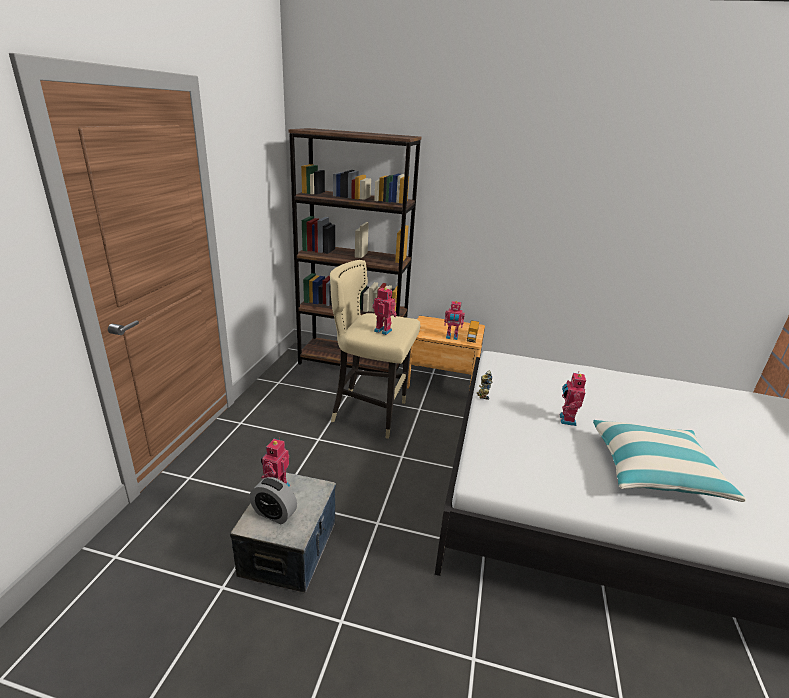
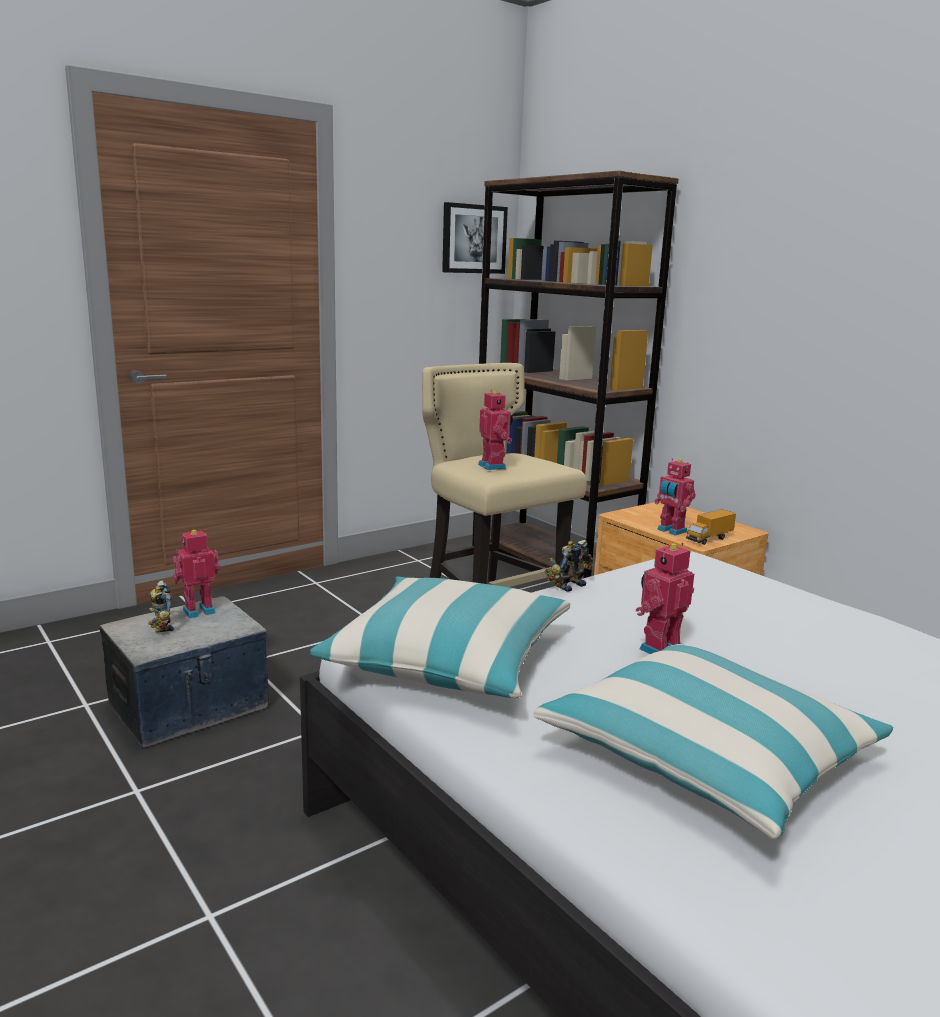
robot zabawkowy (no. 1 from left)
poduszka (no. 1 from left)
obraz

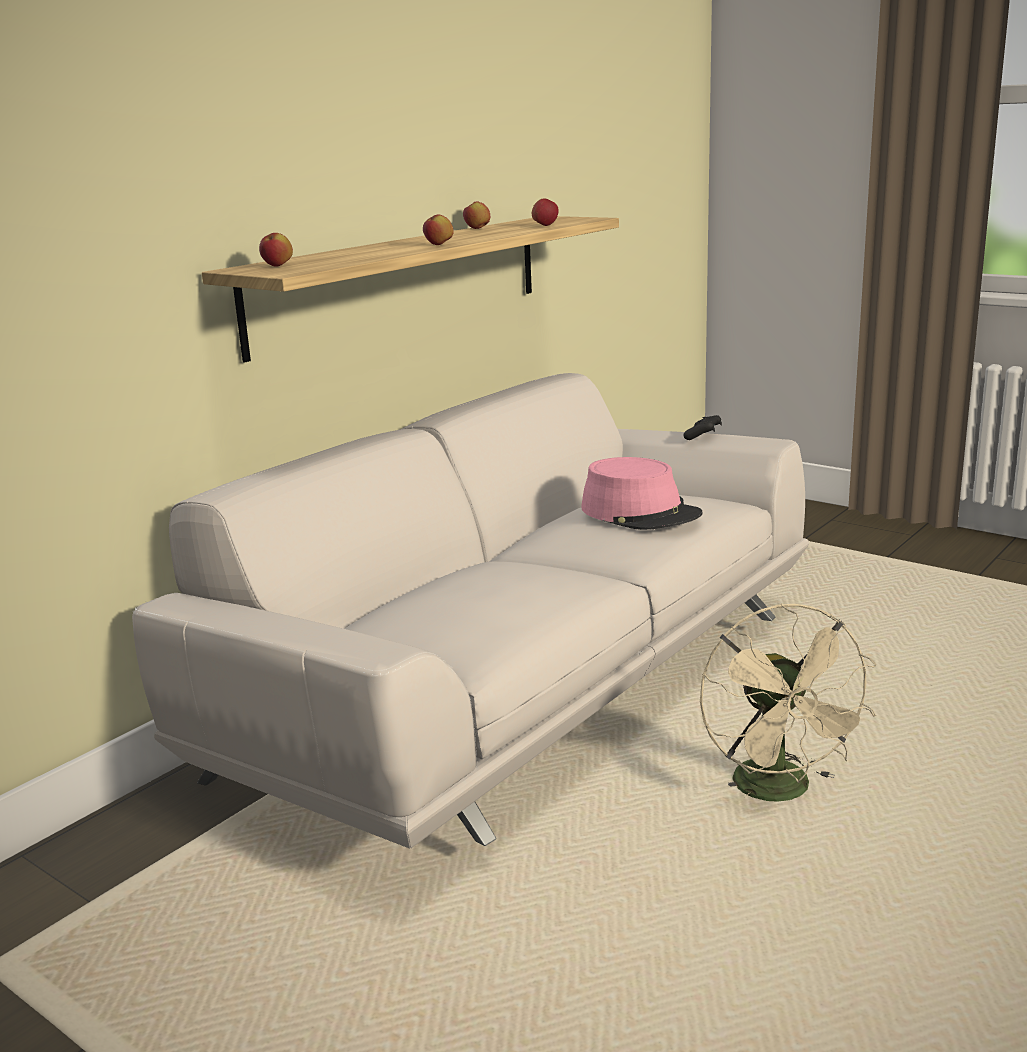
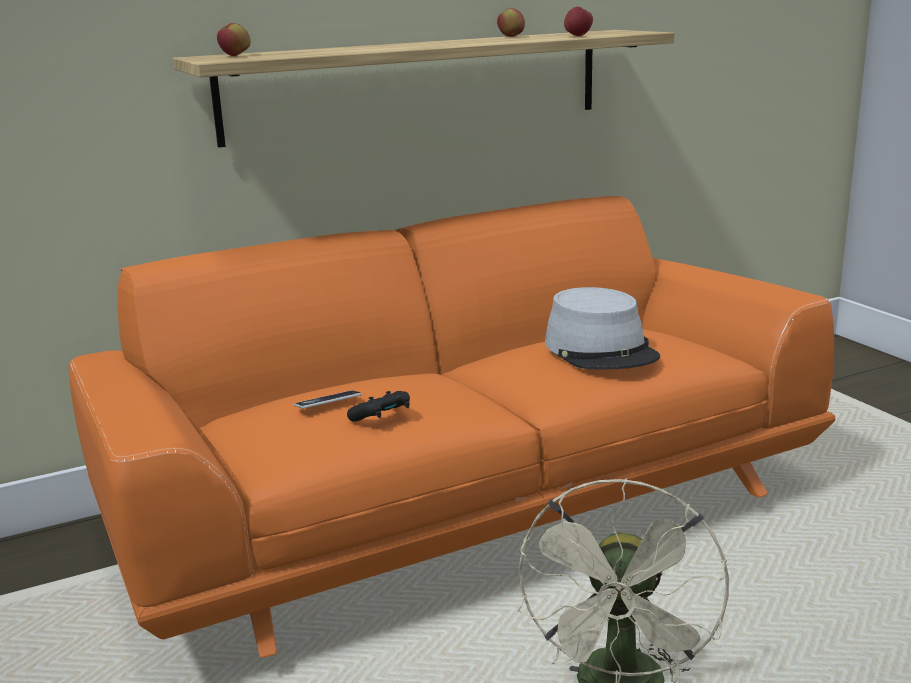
kanapa [pomarańczowy]
telefon
pad do gier [czarny]
kapelusz [szary]
jabłko (no. 2 from left in the first image)

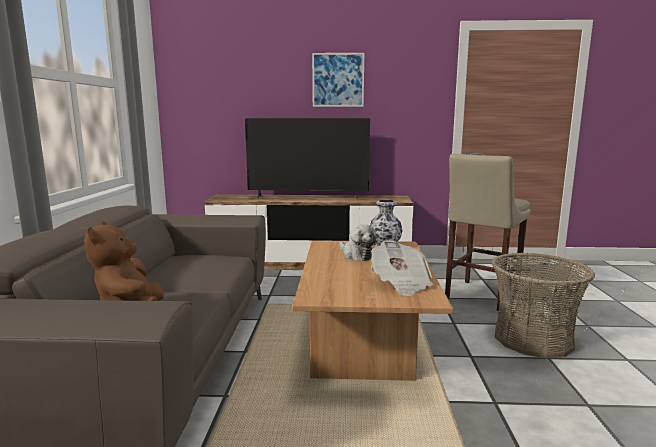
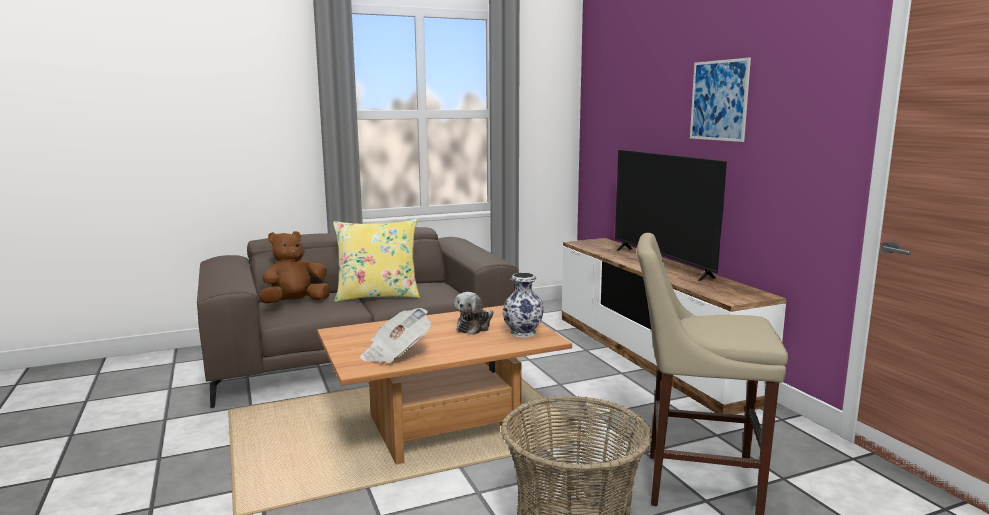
poduszka [żółty]

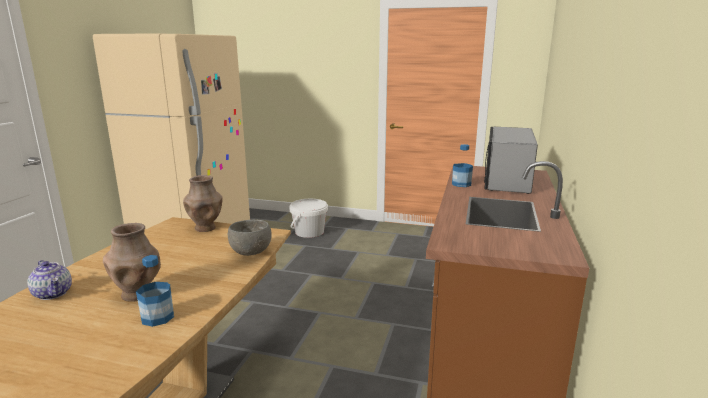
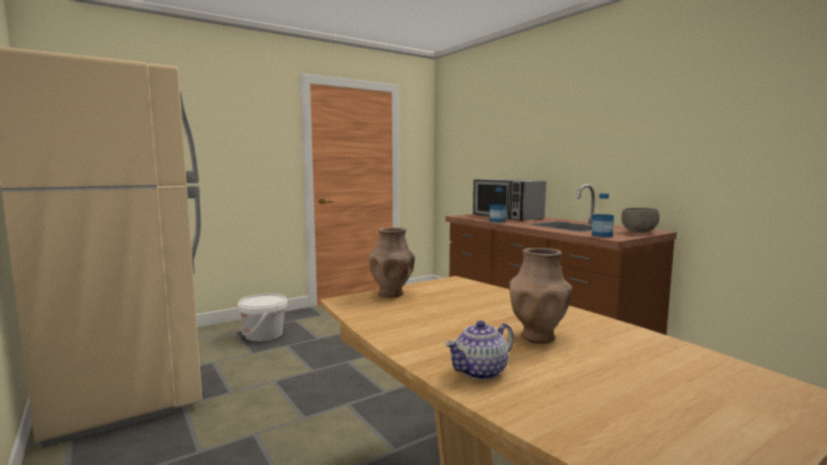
imbryk
butelka (no. 2 from left)
miska [szary]

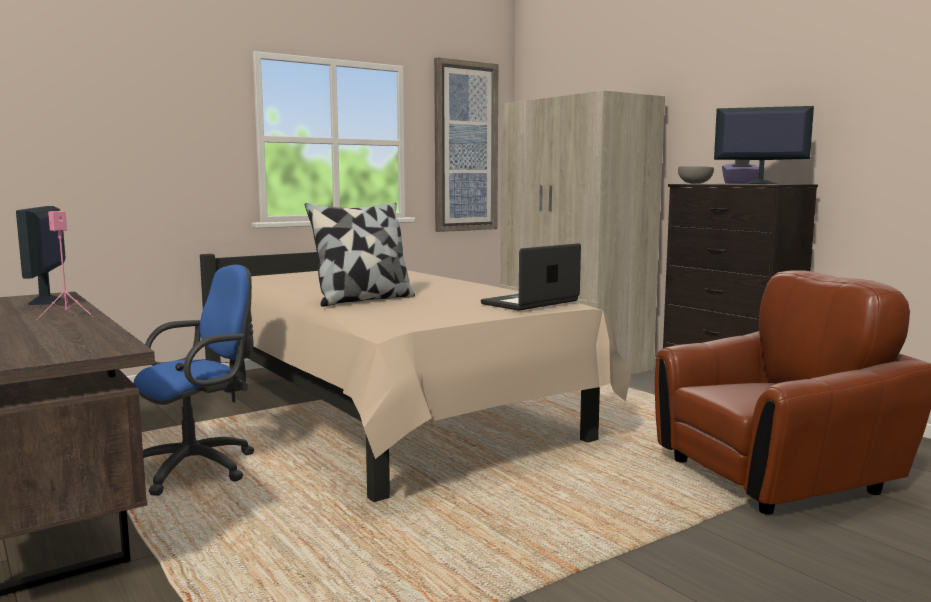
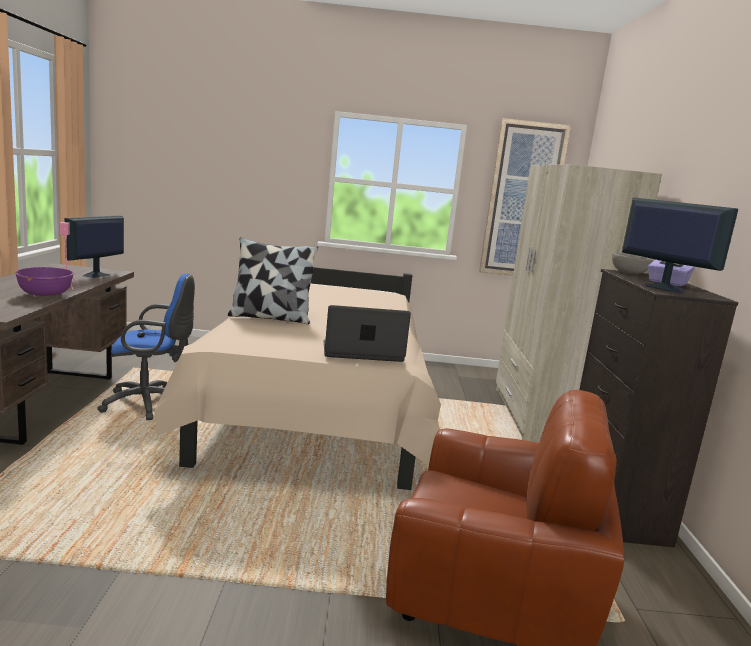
miska [fioletowy]

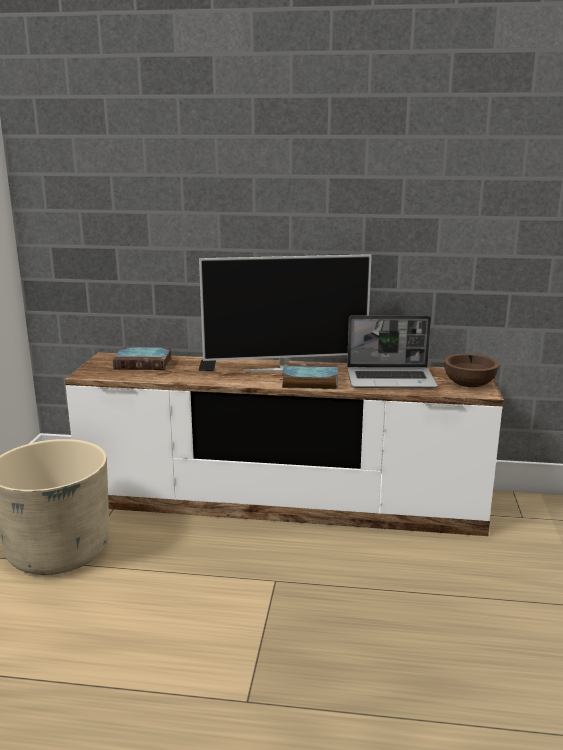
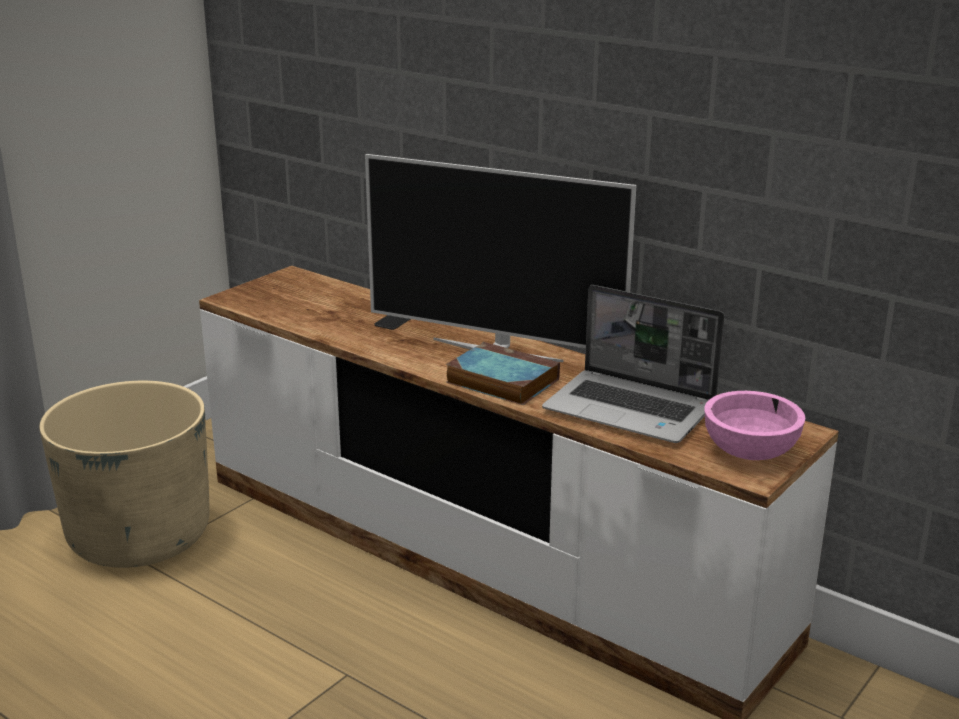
miska [różowy]
książka (no. 1 from left in the first image)

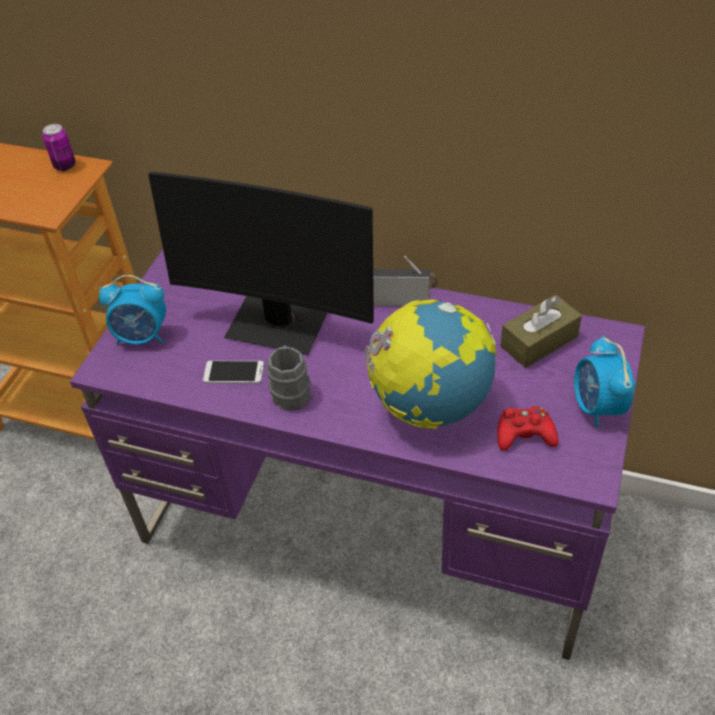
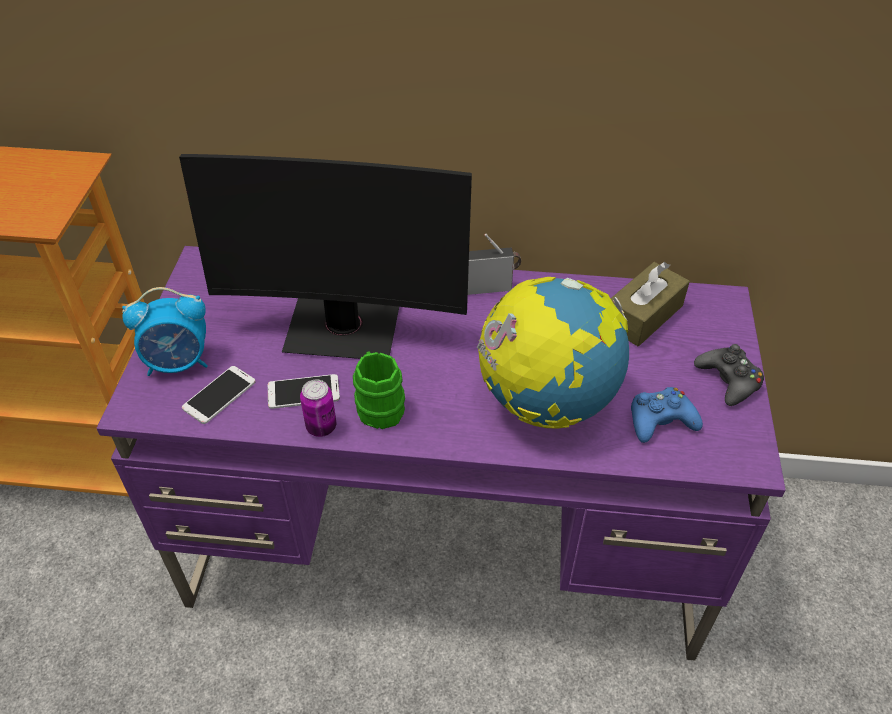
telefon (no. 1 from left)
puszka
kubek [zielony]
pad do gier [niebieski]
pad do gier [czarny]

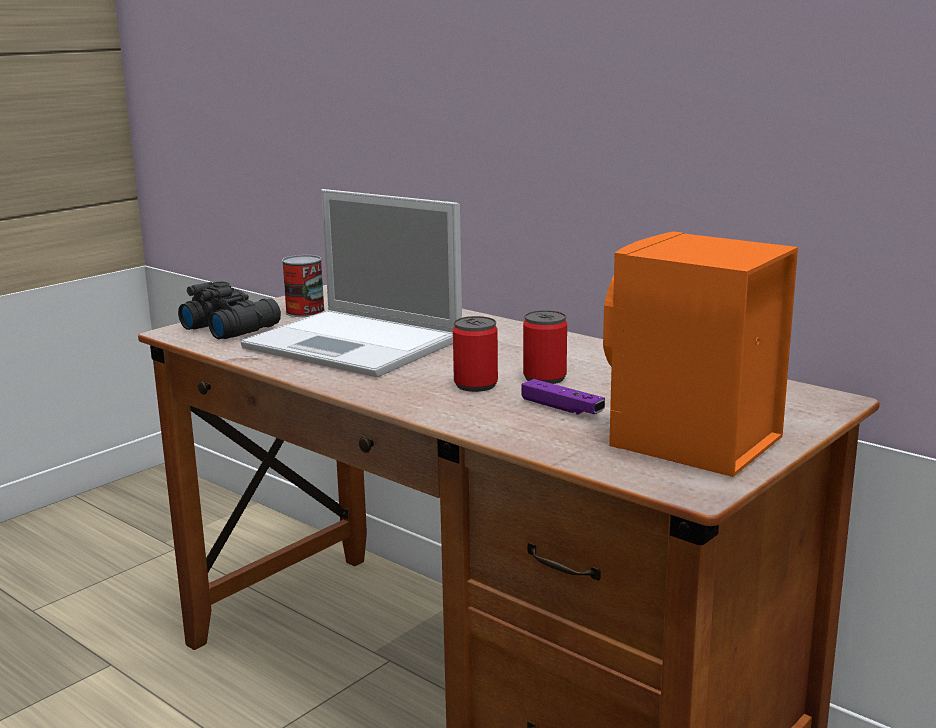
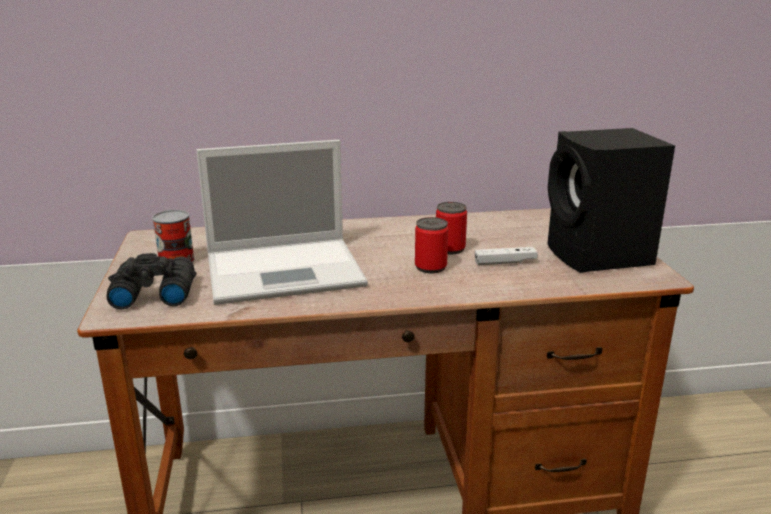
pad do gier [biały]
głośnik [czarny]

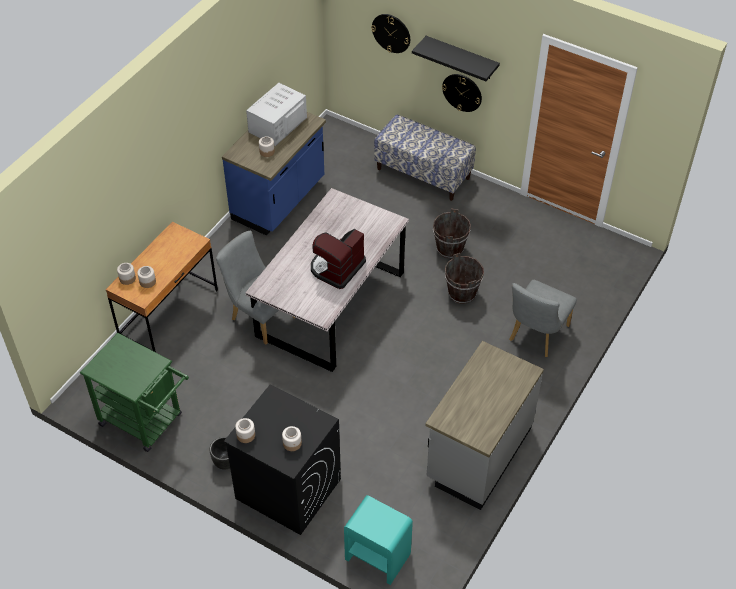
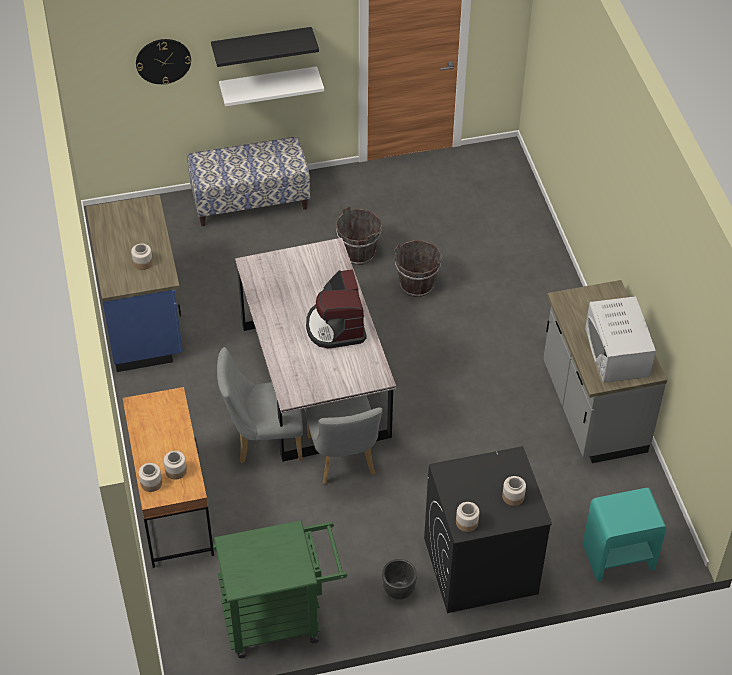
półka [biały]
krzesło [szary] (no. 2 from left)
mikrofalówka [biały]

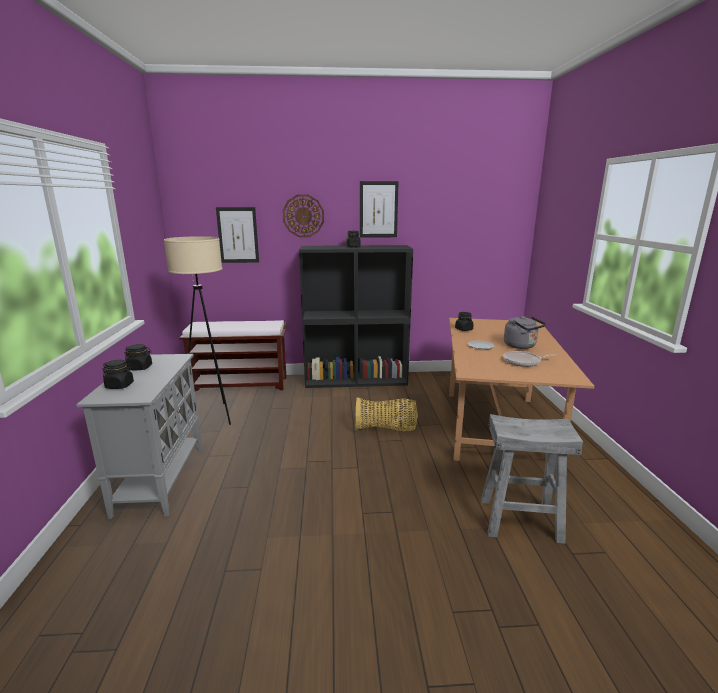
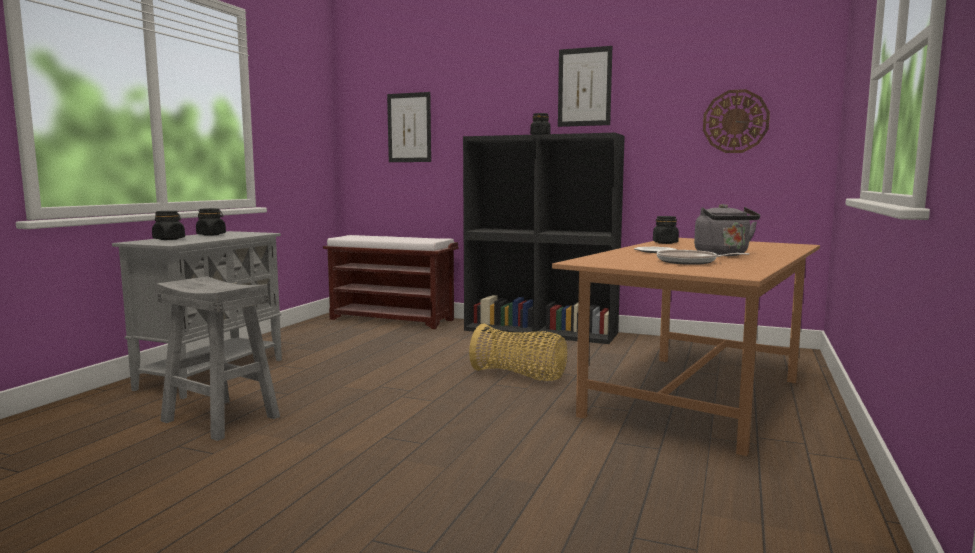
stołek [szary]
zegar ścienny
lampa stojąca [beżowy]

